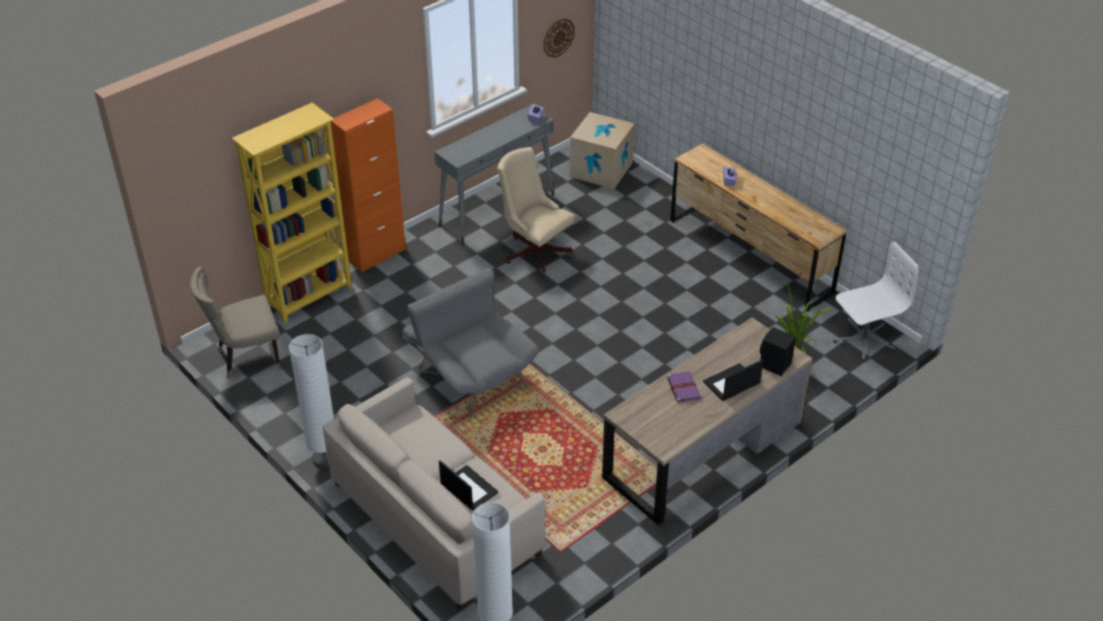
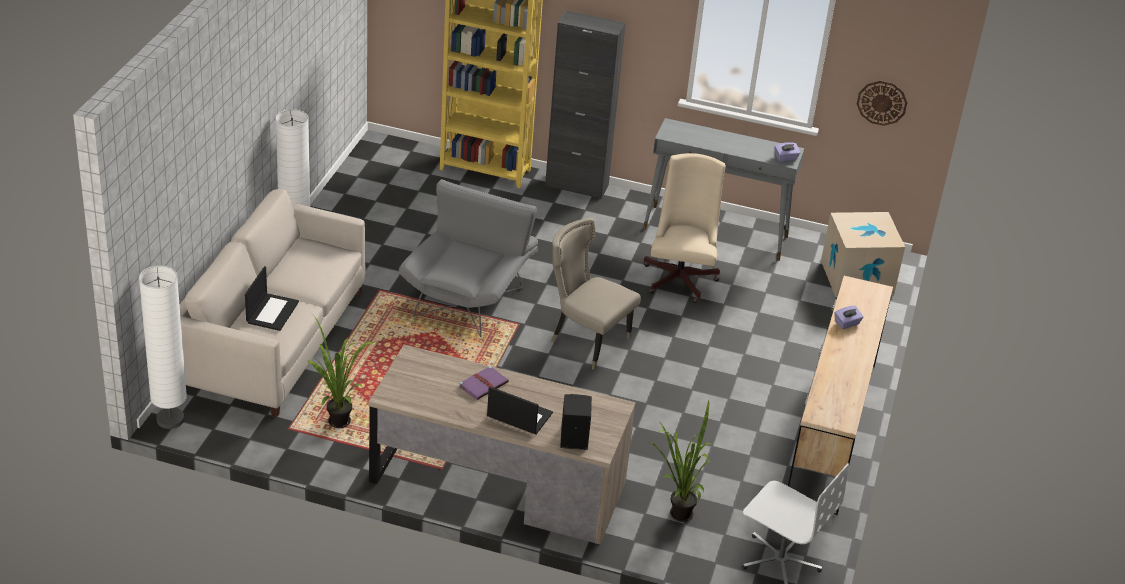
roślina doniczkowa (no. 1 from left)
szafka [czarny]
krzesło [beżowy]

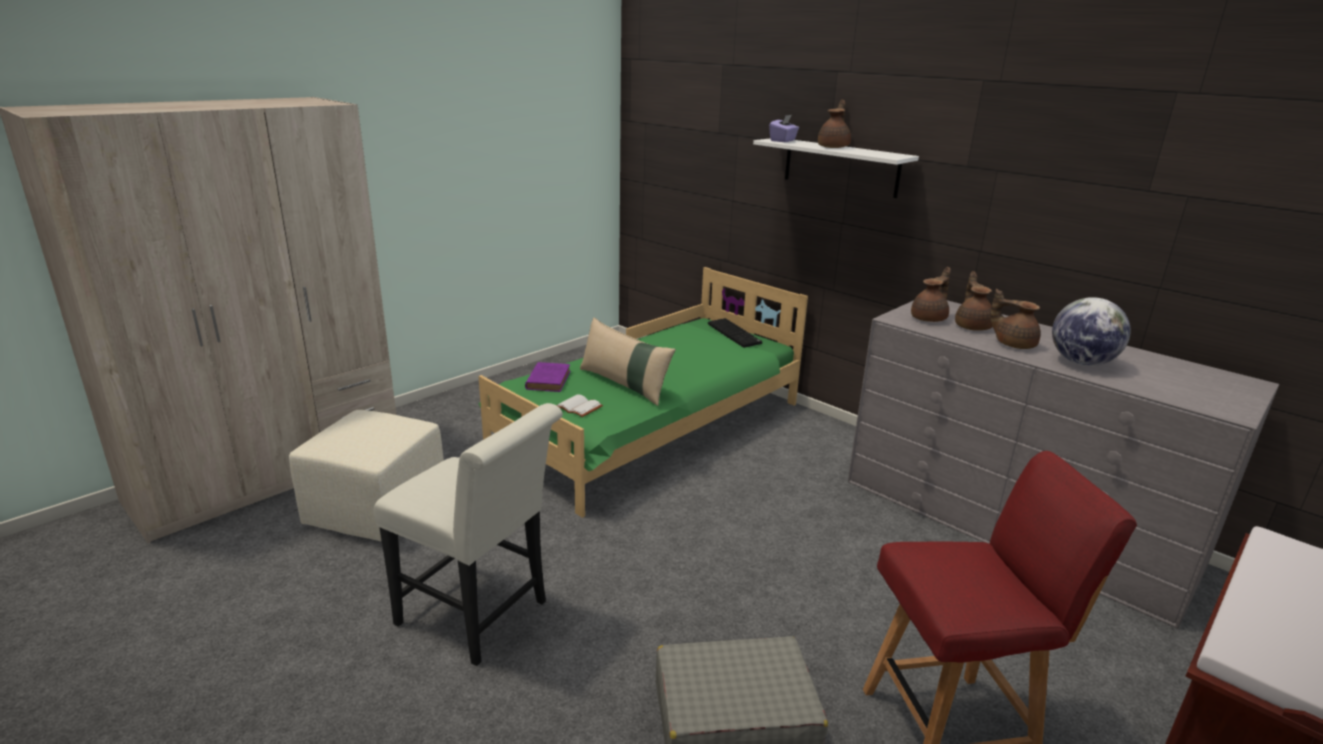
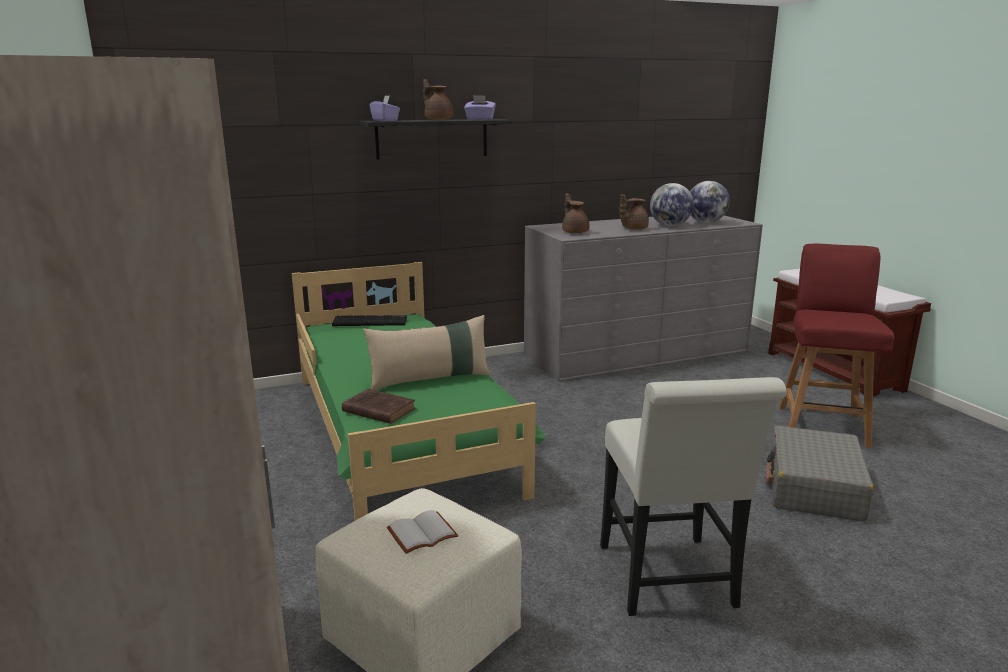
książka [brązowy]
półka [czarny]
książka [biały]
pudełko chusteczek [fioletowy] (no. 2 from left)
krzesło [biały]
globus (no. 2 from left)
imbryk [brązowy] (no. 3 from left in the first image)

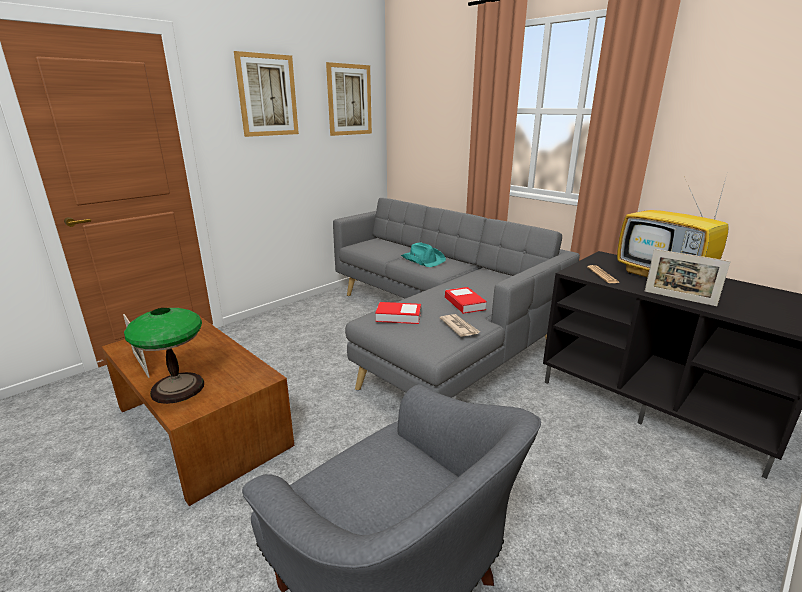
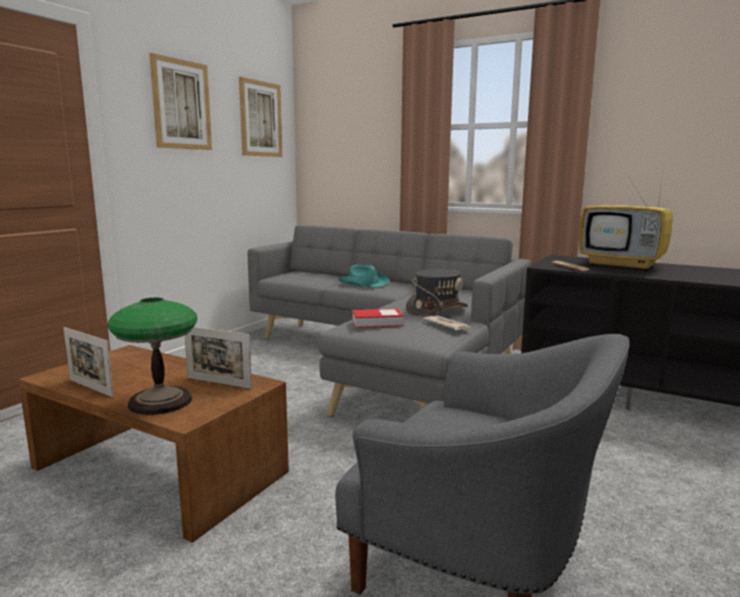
ramka na zdjęcie (no. 2 from left)
kapelusz [szary]

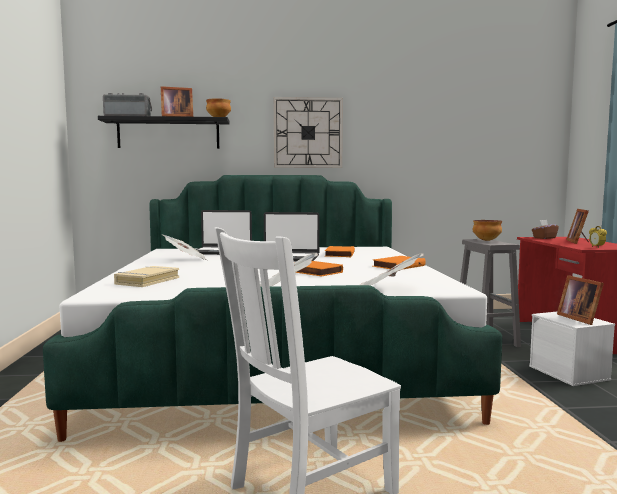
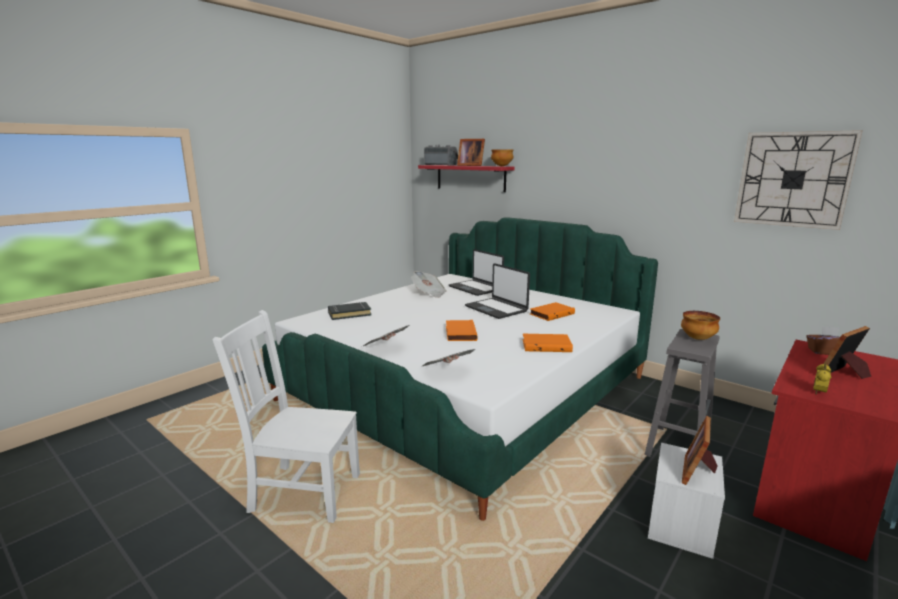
książka [czarny]
półka [czerwony]
zegar ścienny

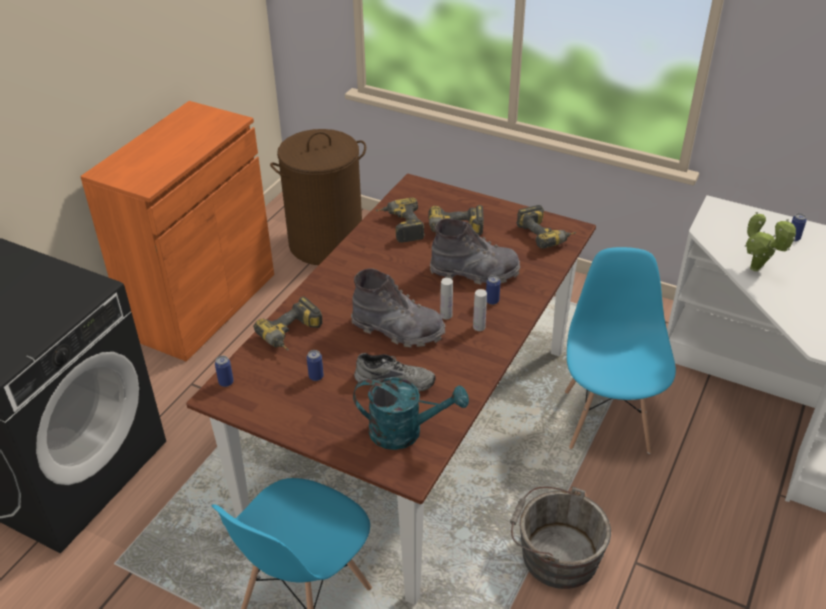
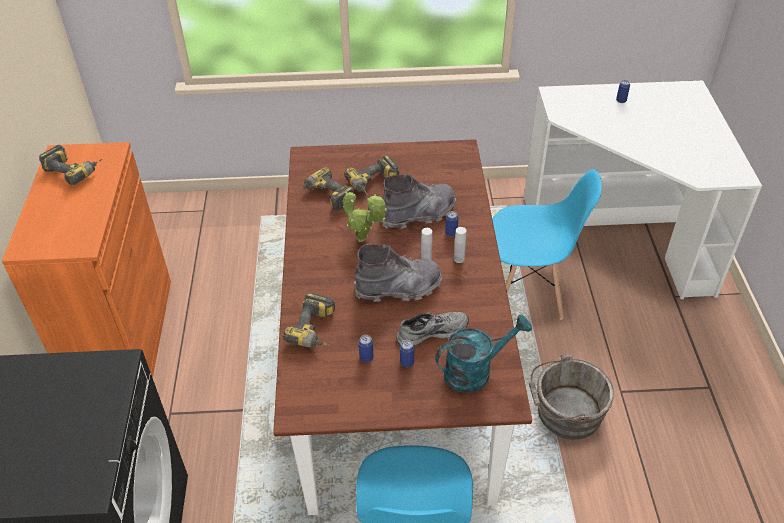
wiertarka (no. 1 from left)
roślina doniczkowa
puszka (no. 2 from left)
krzesło [niebieski] (no. 2 from left)
kosz na pranie [brązowy]

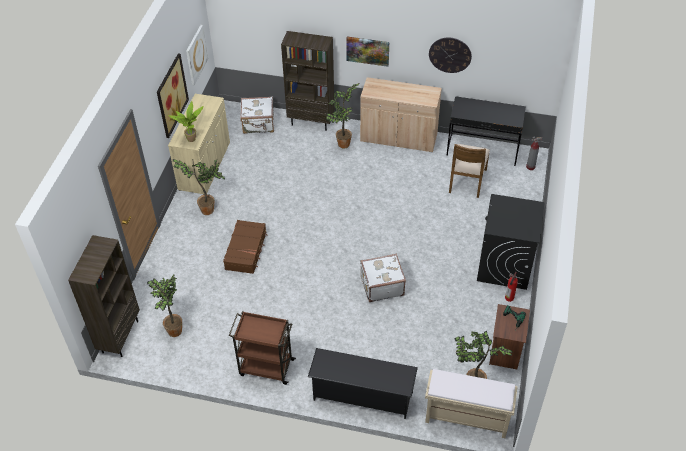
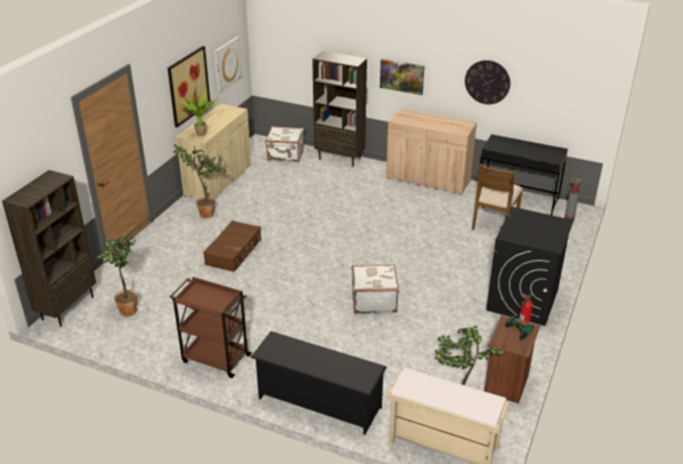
roślina doniczkowa (no. 4 from left in the first image)

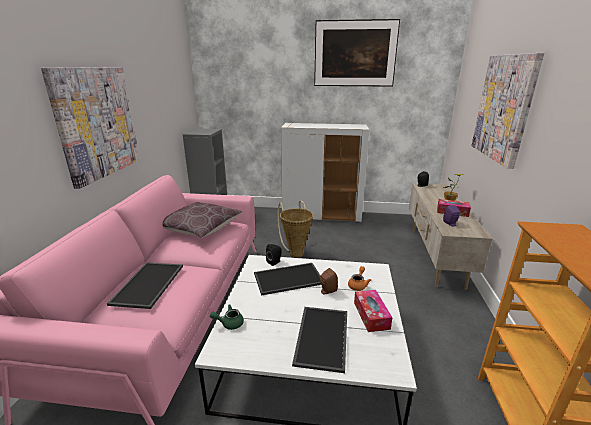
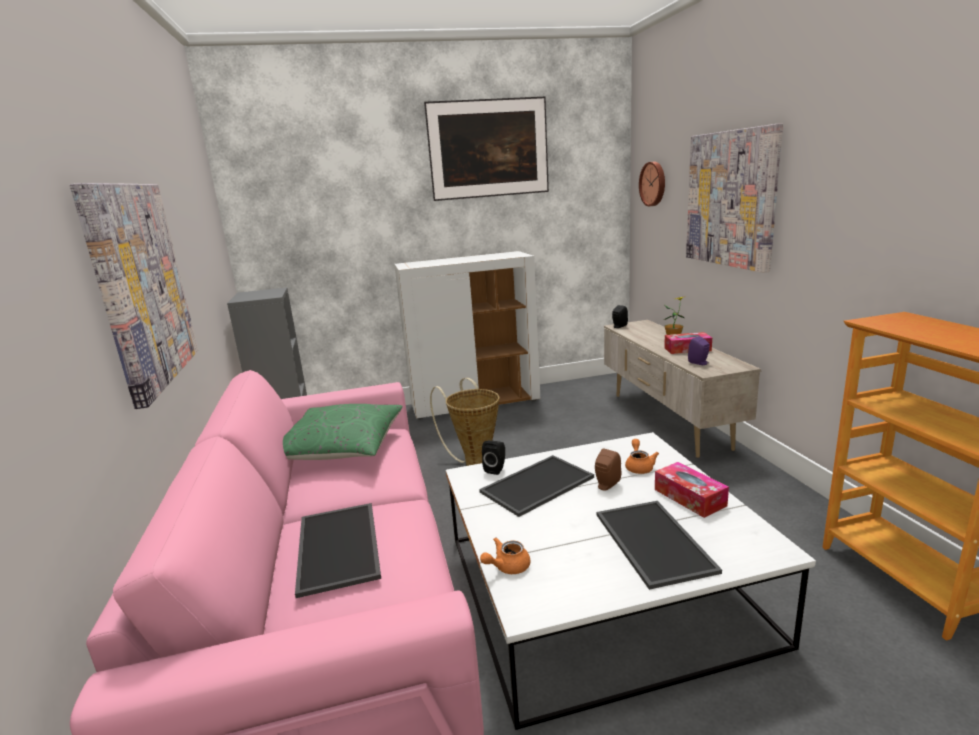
poduszka [zielony]
imbryk [pomarańczowy] (no. 1 from left)
zegar ścienny

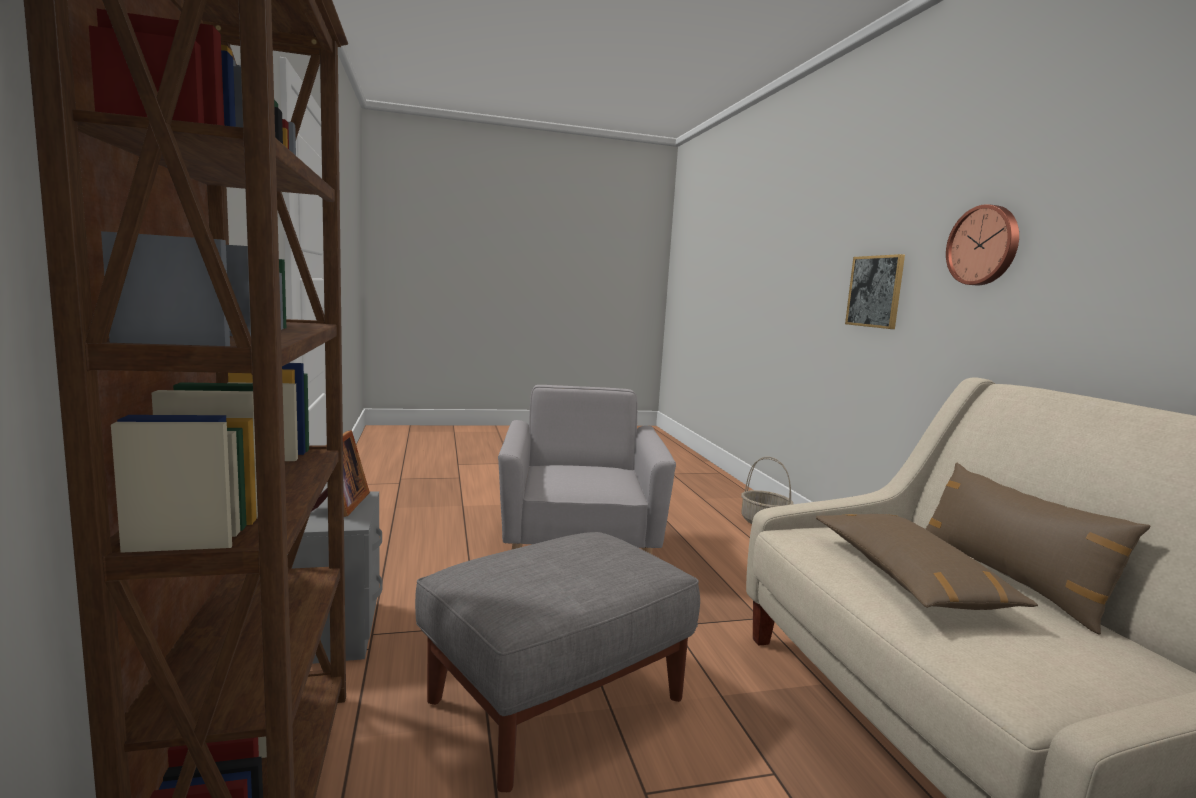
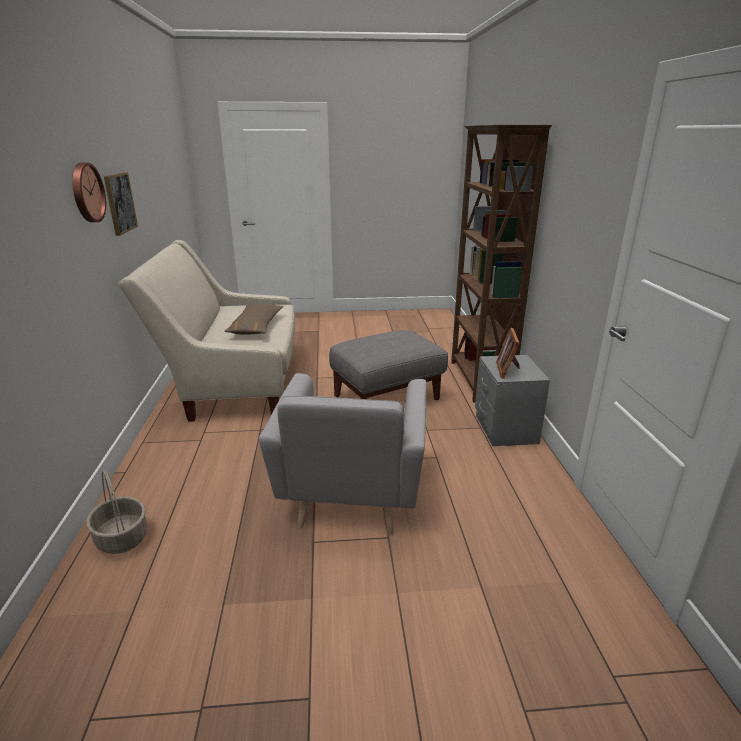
obraz
poduszka [brązowy] (no. 2 from left in the first image)

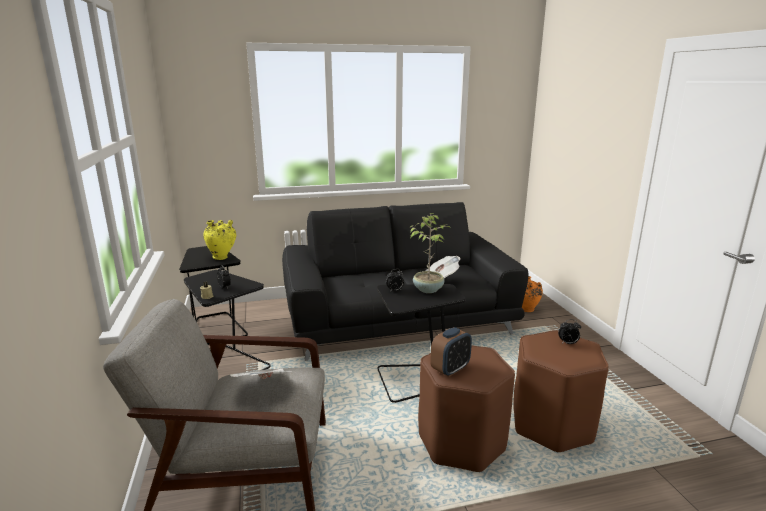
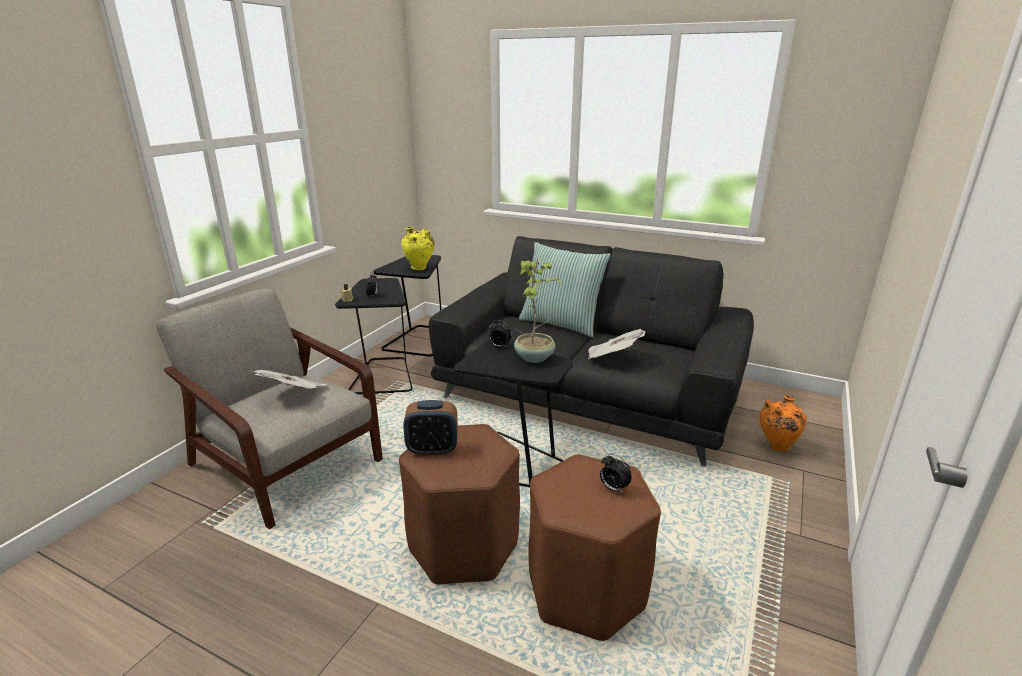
poduszka

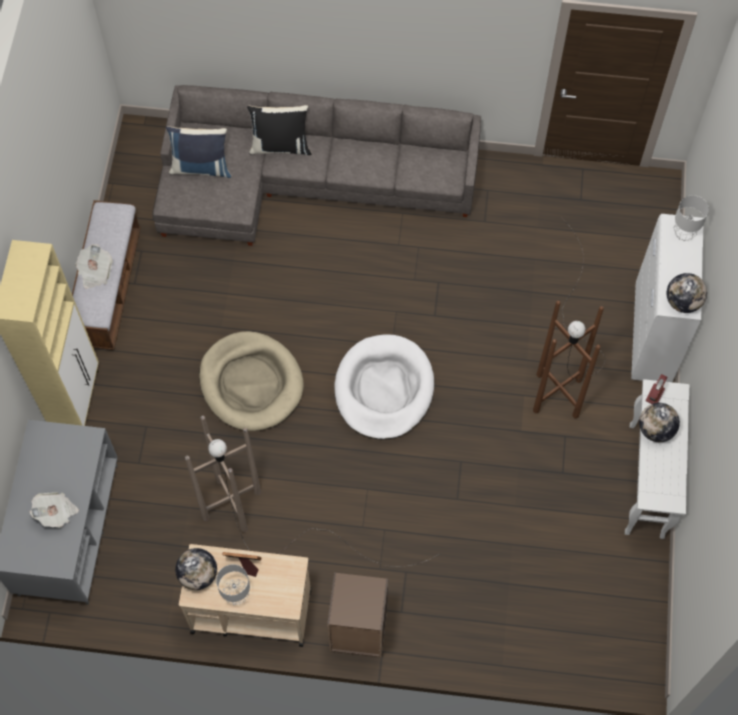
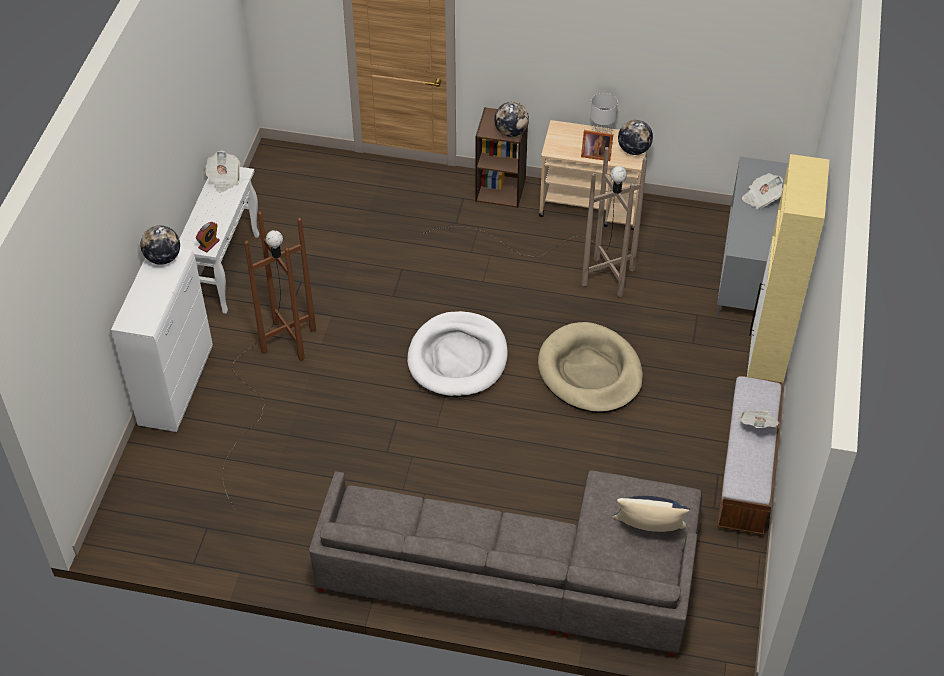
gazeta (no. 1 from left)
globus (no. 2 from left)
poduszka [czarny]
lampa stołowa [szary] (no. 2 from left in the first image)

